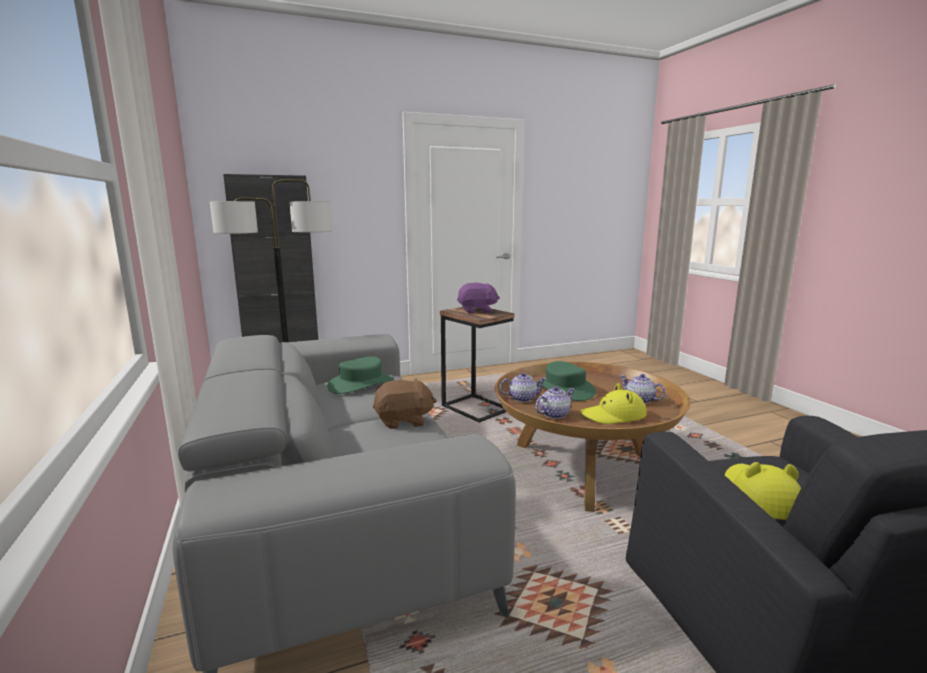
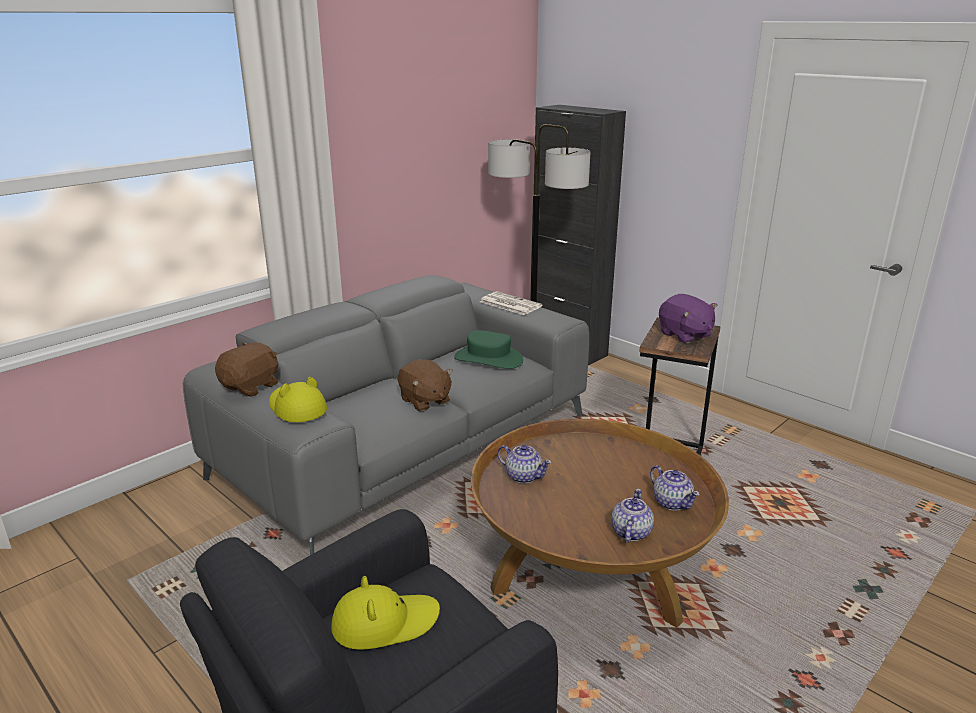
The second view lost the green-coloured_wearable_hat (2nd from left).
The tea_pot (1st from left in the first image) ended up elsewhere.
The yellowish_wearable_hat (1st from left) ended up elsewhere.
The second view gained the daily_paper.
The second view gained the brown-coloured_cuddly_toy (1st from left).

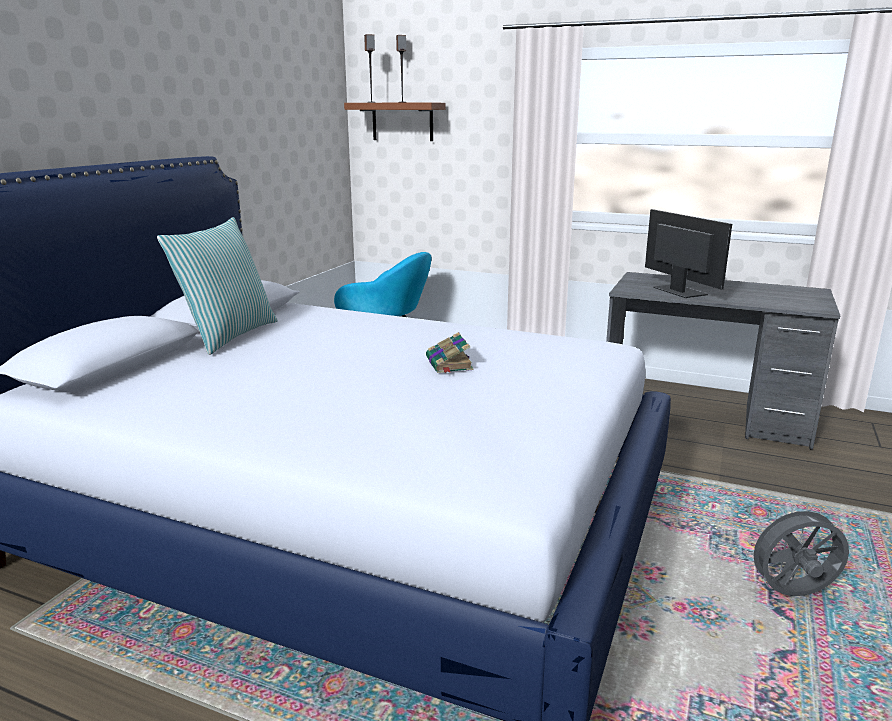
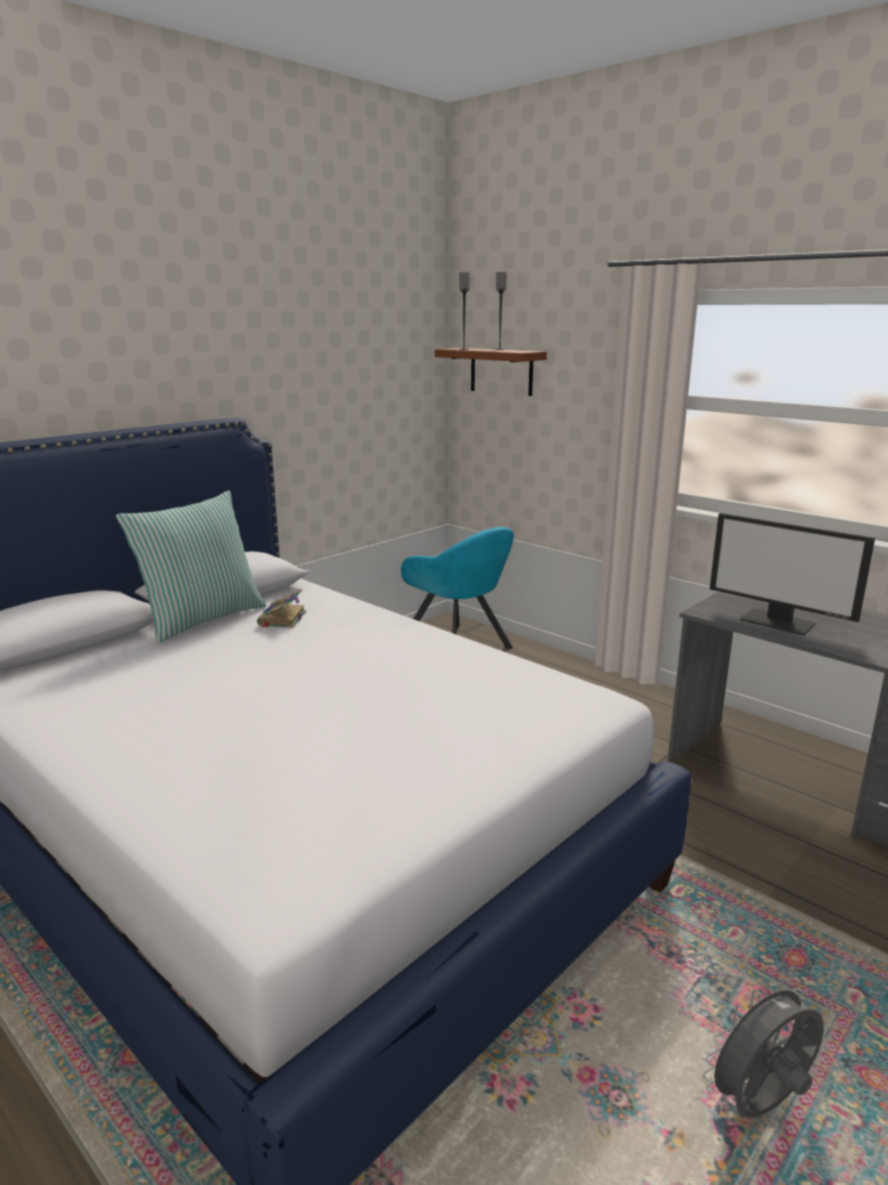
The monitor ended up facing another way, 135 degrees clockwise from before.
The book ended up elsewhere.
The gray_cooling_fan ended up facing another way, 45 degrees counterclockwise from before.

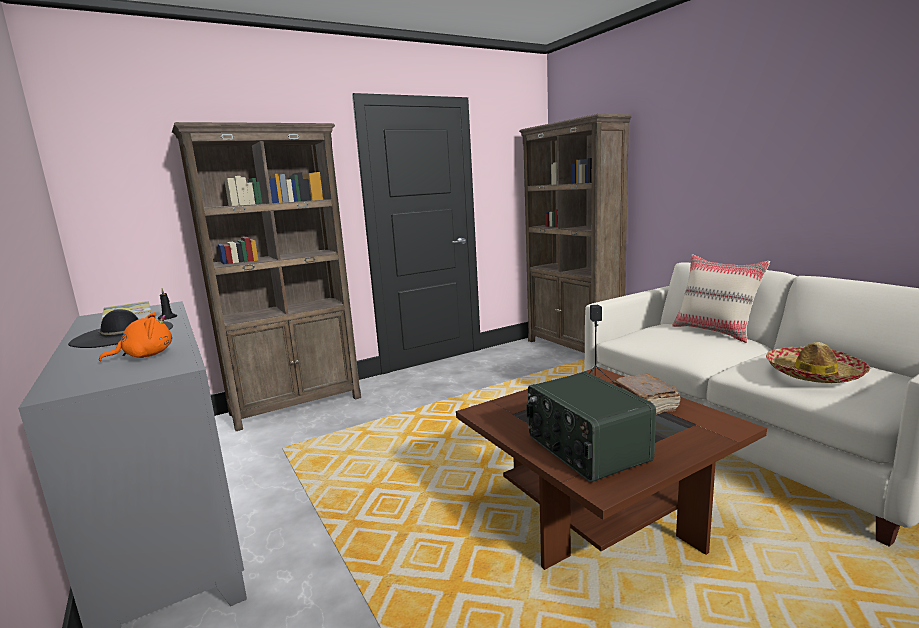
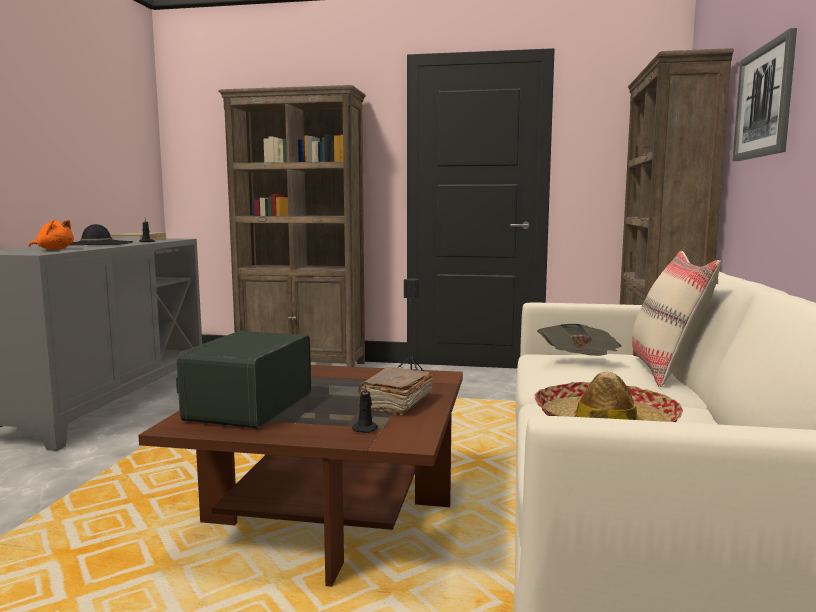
The second view gained the wall_art.
The second view gained the daily_paper.
The second view gained the blackish_wax_light (2nd from left).

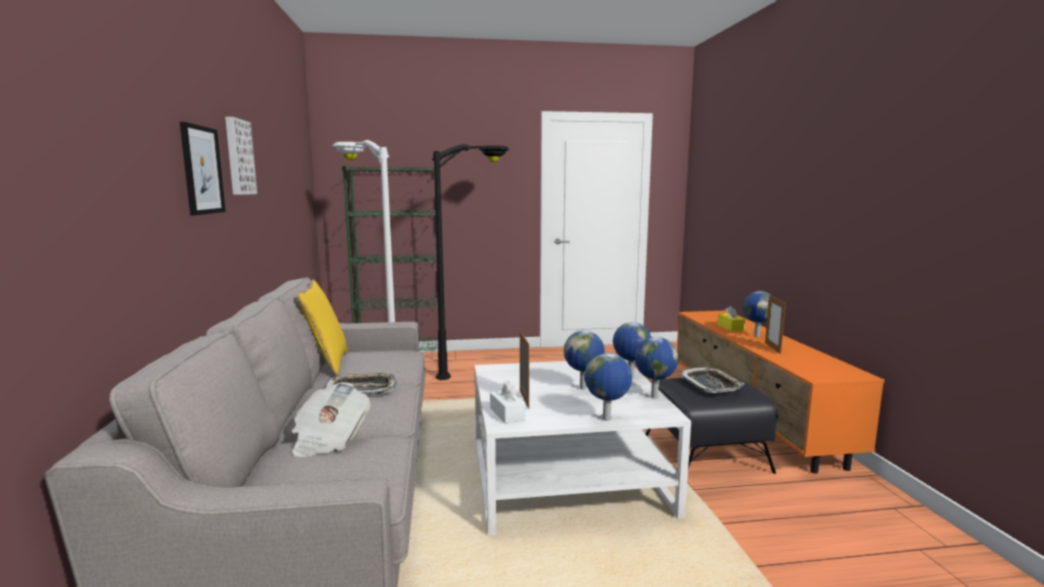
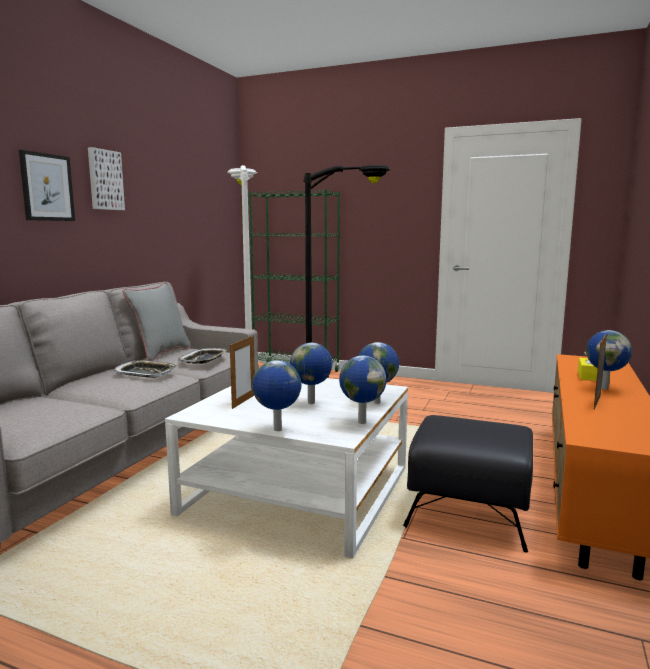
What was the yellowish_throw_pillow turned into the gray_throw_pillow.
The serving_tray (2nd from left) ended up elsewhere.
The second view lost the white-coloured_box_of_tissues.
The second view lost the daily_paper.

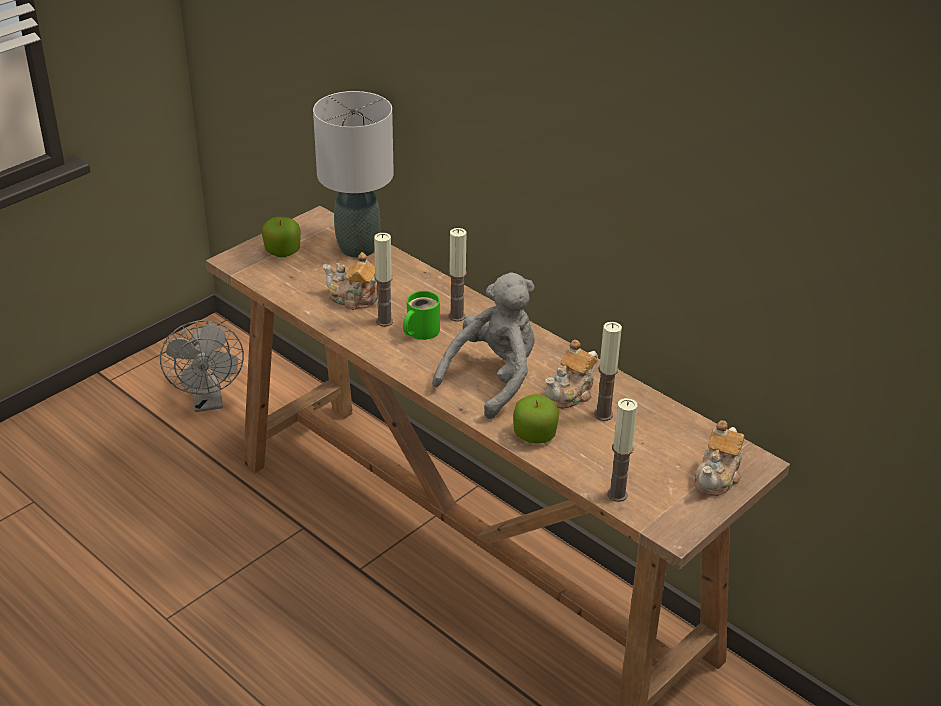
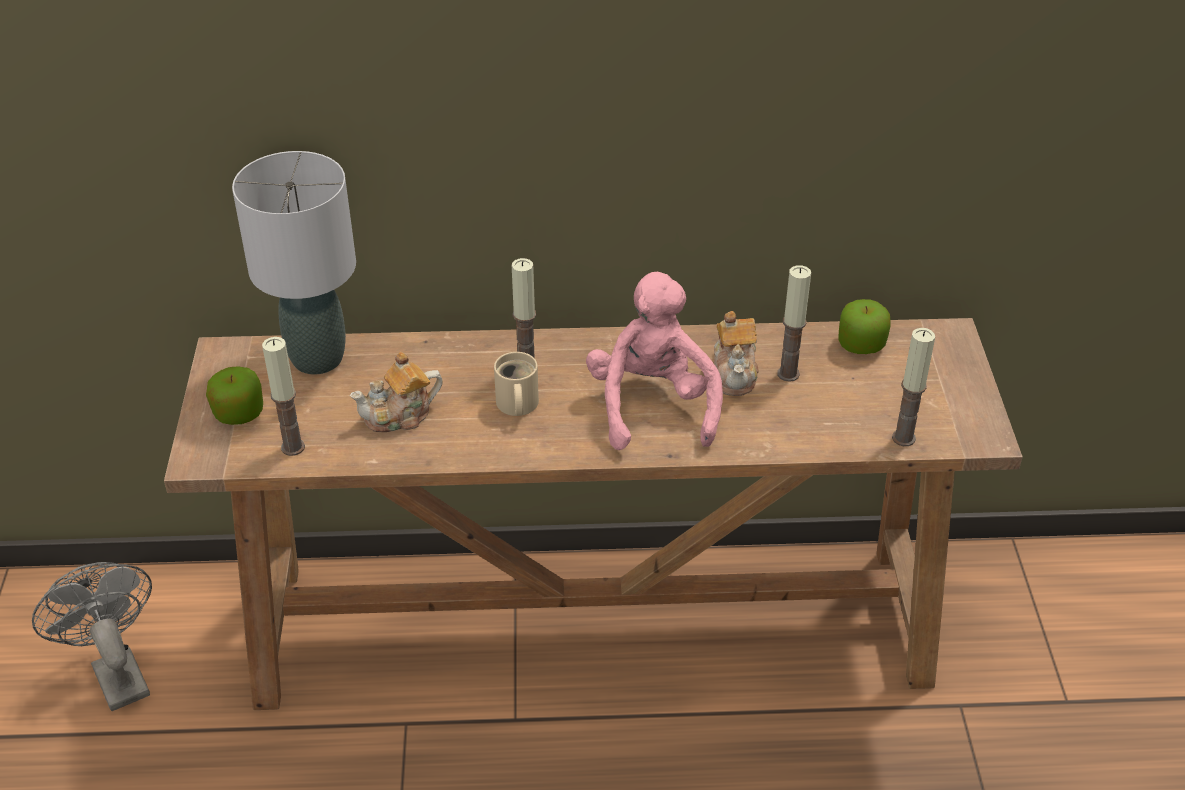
The wax_light (1st from left) ended up elsewhere.
What was the gray_cuddly_toy turned into the pink_cuddly_toy.
What was the green-coloured_mug turned into the beige_mug.
The gray_cooling_fan ended up facing another way, 150 degrees counterclockwise from before.
The apple (2nd from left) ended up elsewhere.
The second view lost the tea_pot (3rd from left).

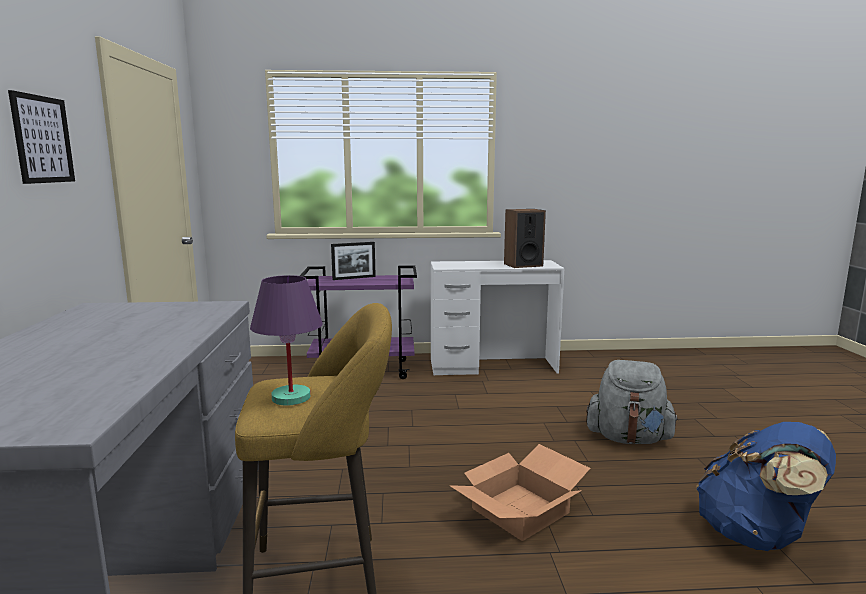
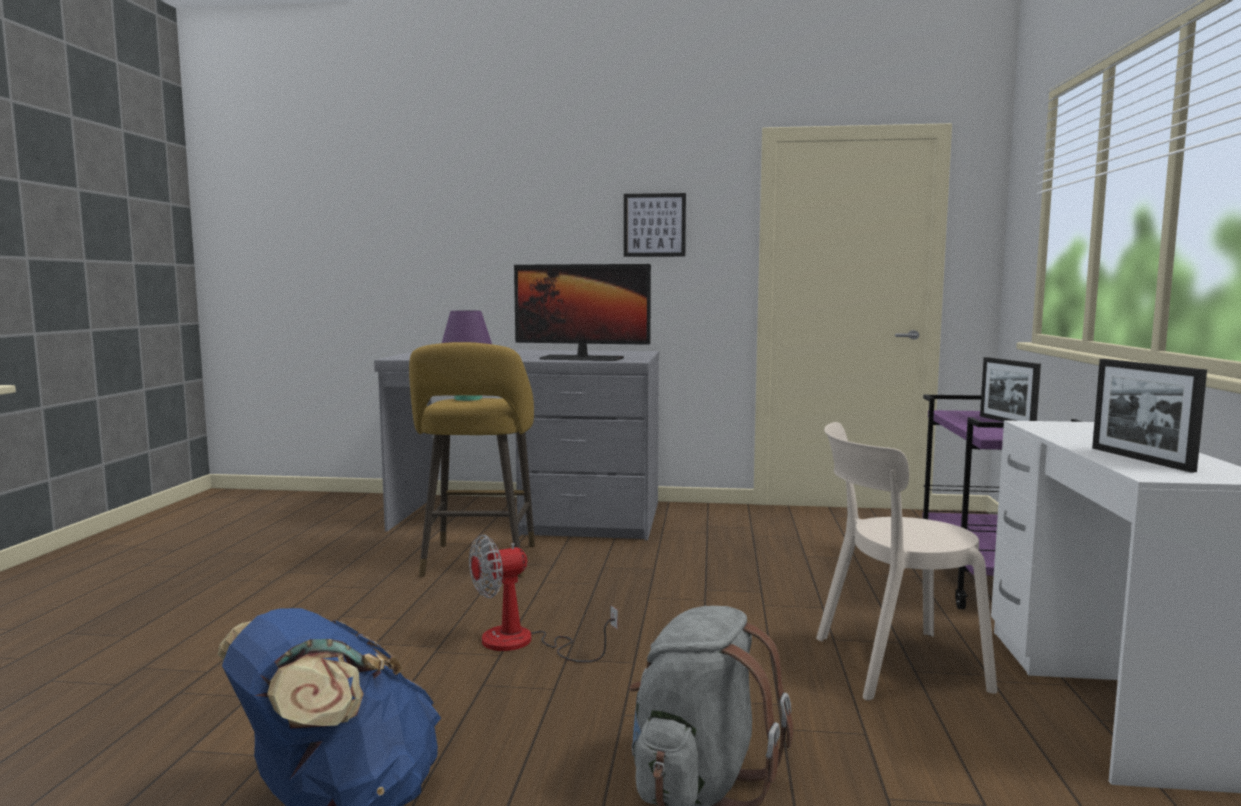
Where the speaker stood, the picture_frame (2nd from left) came to stand.
Where the packing_box stood, the cooling_fan came to stand.
The second view gained the monitor.
The second view gained the beige_upright_chair.

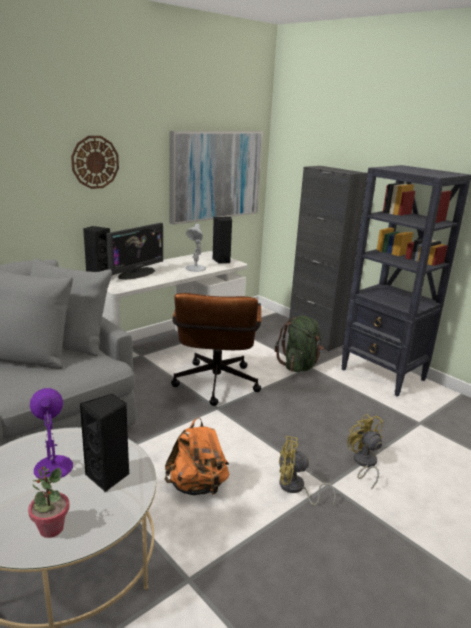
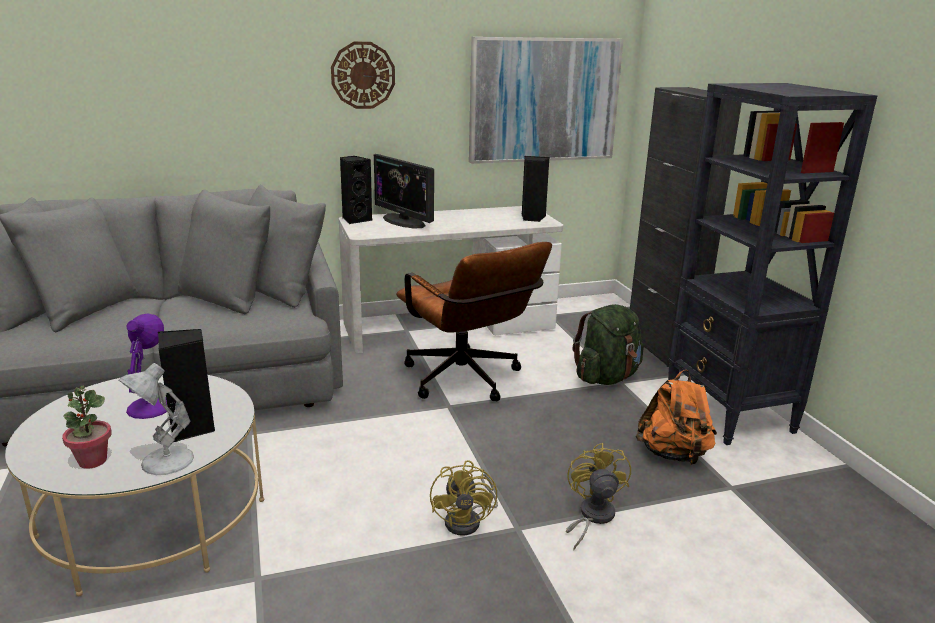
The monitor ended up facing another way, 75 degrees clockwise from before.
The white-coloured_table_lamp ended up elsewhere.
The brown-coloured_desk_chair ended up facing another way, 60 degrees counterclockwise from before.
The orange_knapsack ended up elsewhere.
The yellowish_cooling_fan (1st from left) ended up facing another way, 120 degrees counterclockwise from before.

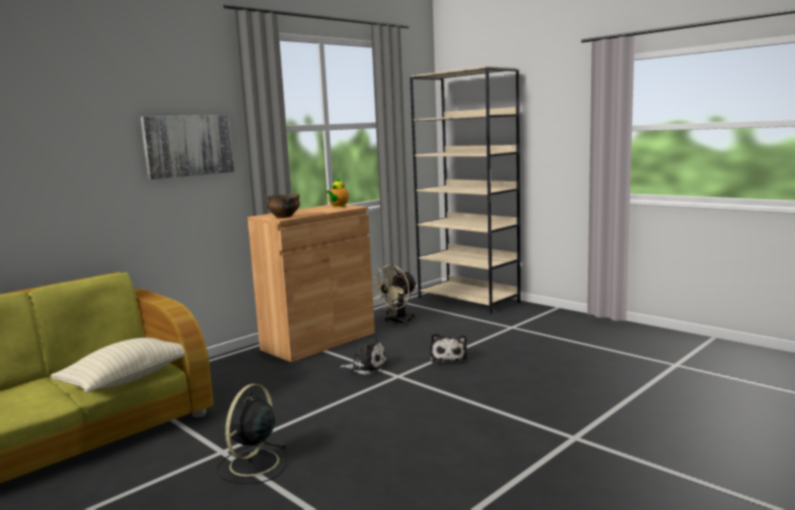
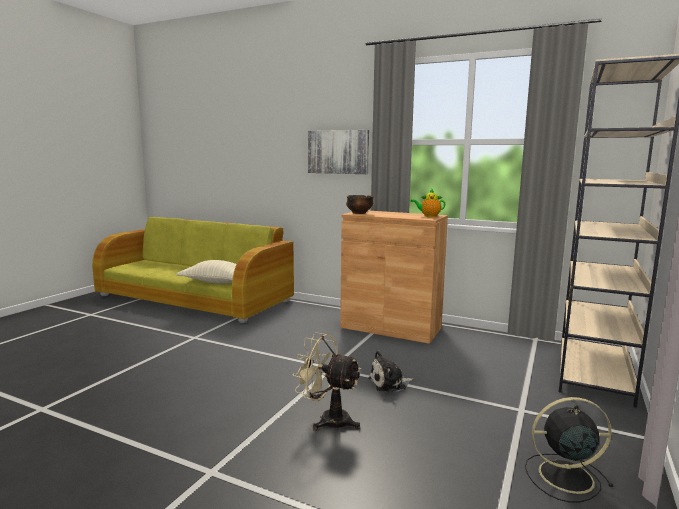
The beige_cooling_fan ended up elsewhere.
The second view lost the cuddly_toy (1st from left).
The blackish_cooling_fan ended up elsewhere.

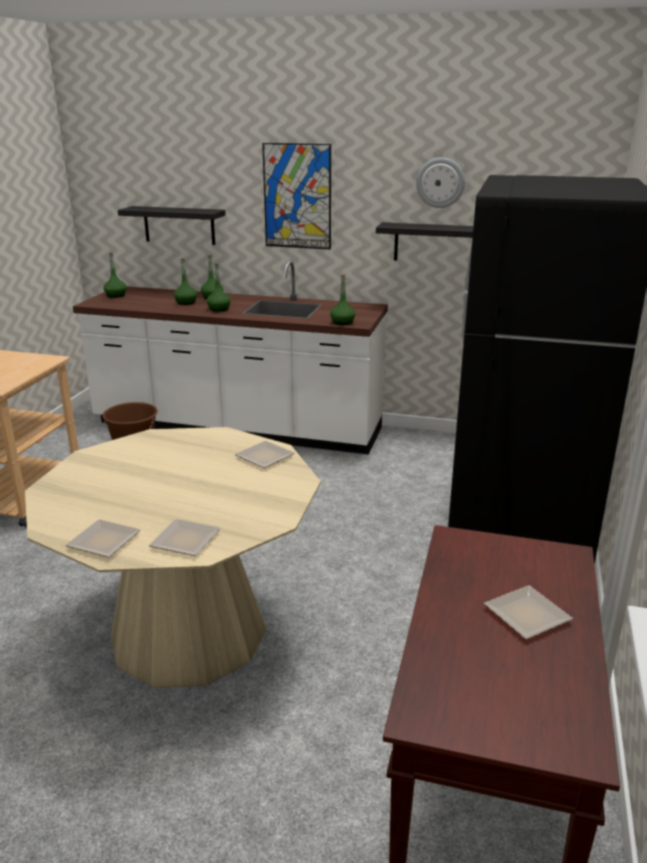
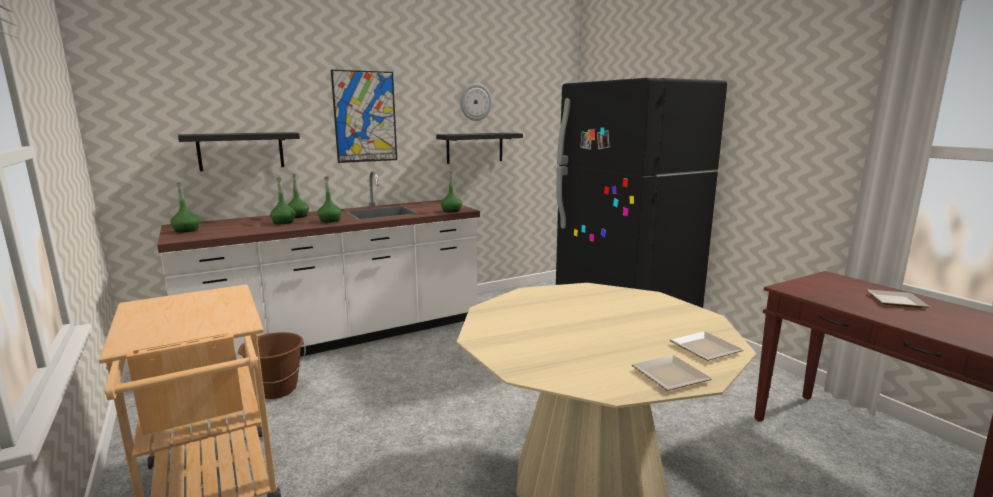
The second view lost the dinner_plate (3rd from left).

